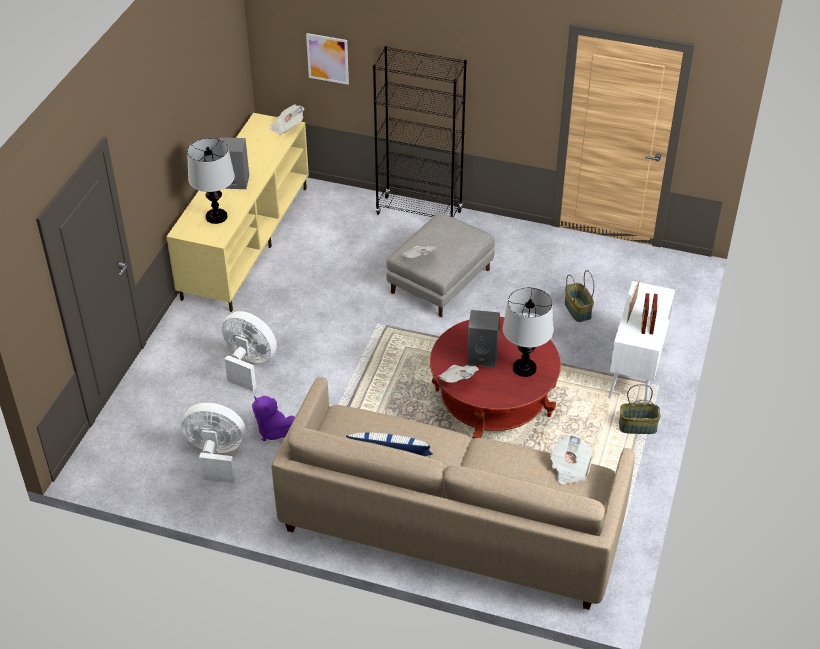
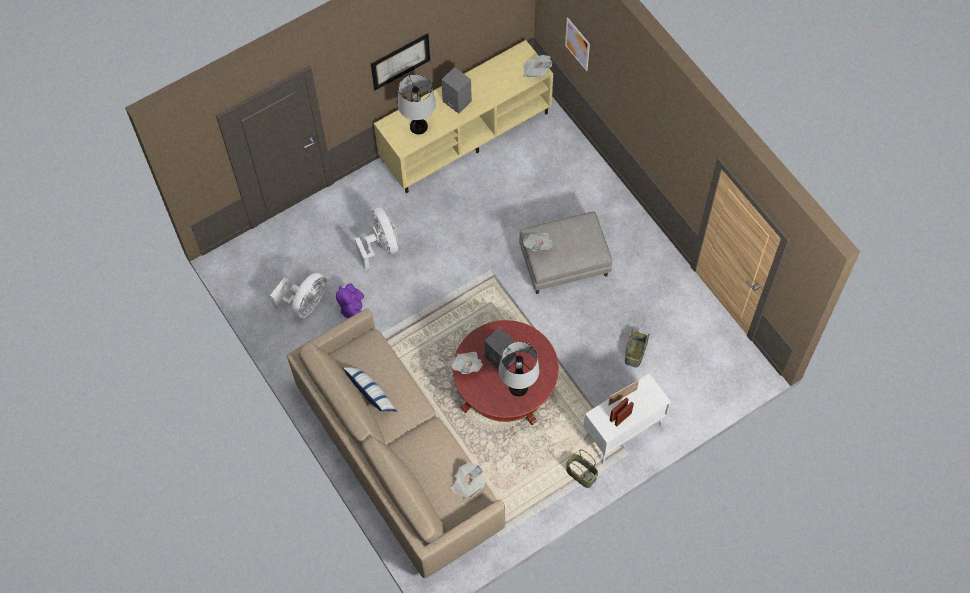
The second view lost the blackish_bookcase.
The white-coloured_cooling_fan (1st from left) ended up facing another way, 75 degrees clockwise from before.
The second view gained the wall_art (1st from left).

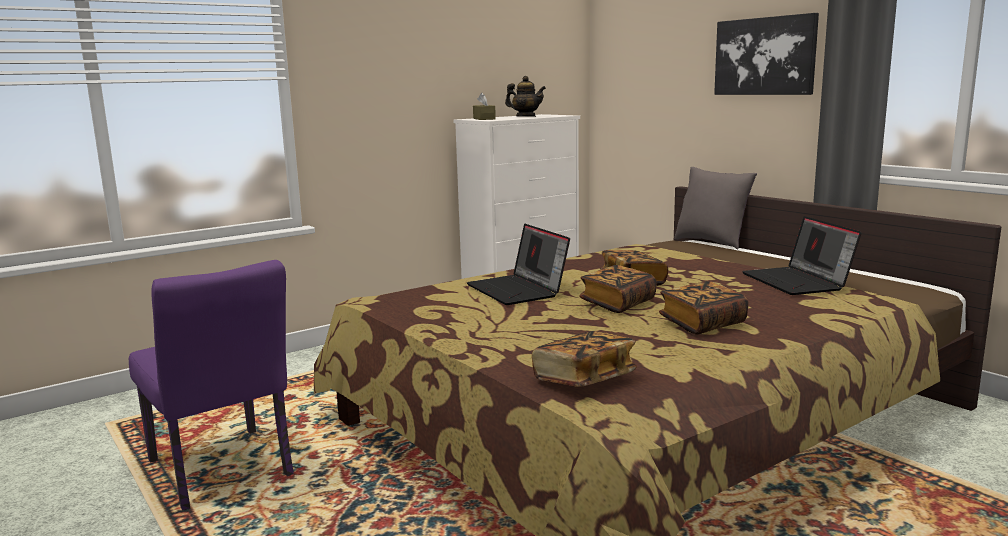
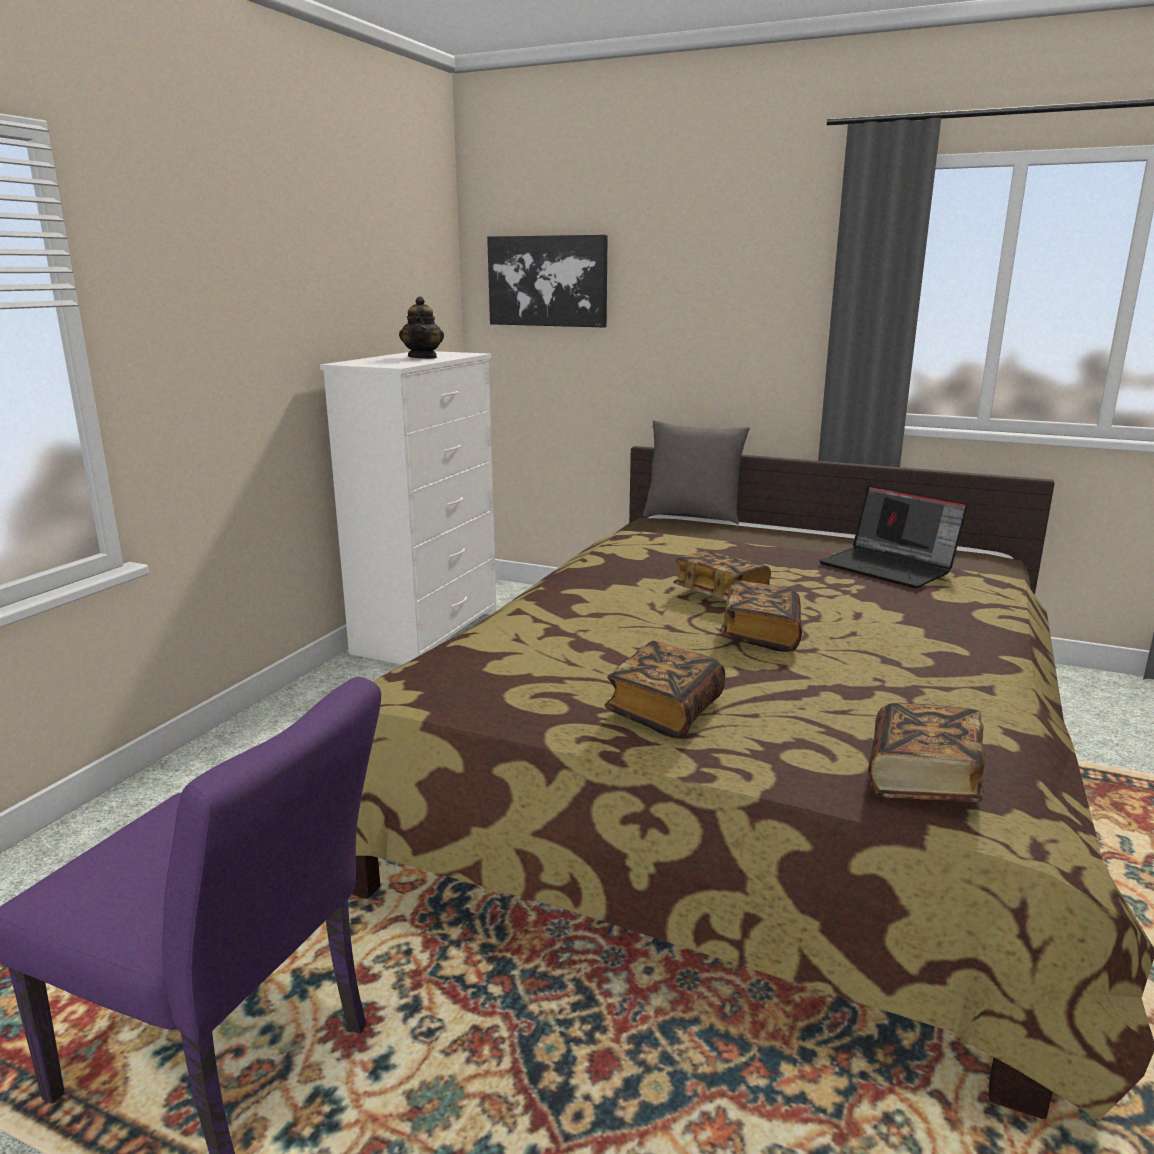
The wall_art ended up elsewhere.
The tea_pot ended up facing another way, 90 degrees clockwise from before.
The second view lost the brown-coloured_box_of_tissues.
The second view lost the laptop (1st from left).
The book (4th from left in the first image) ended up elsewhere.

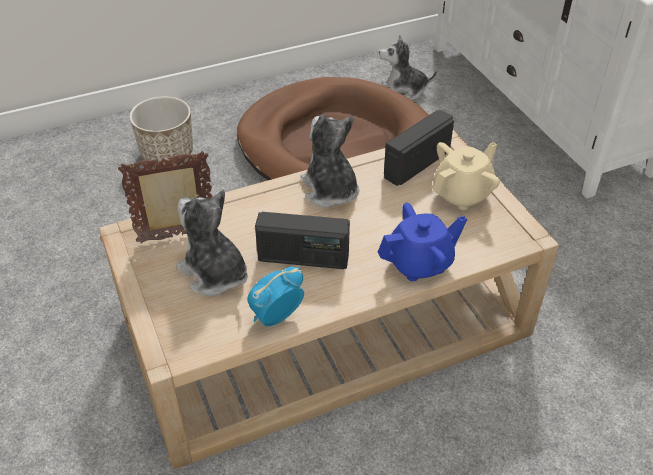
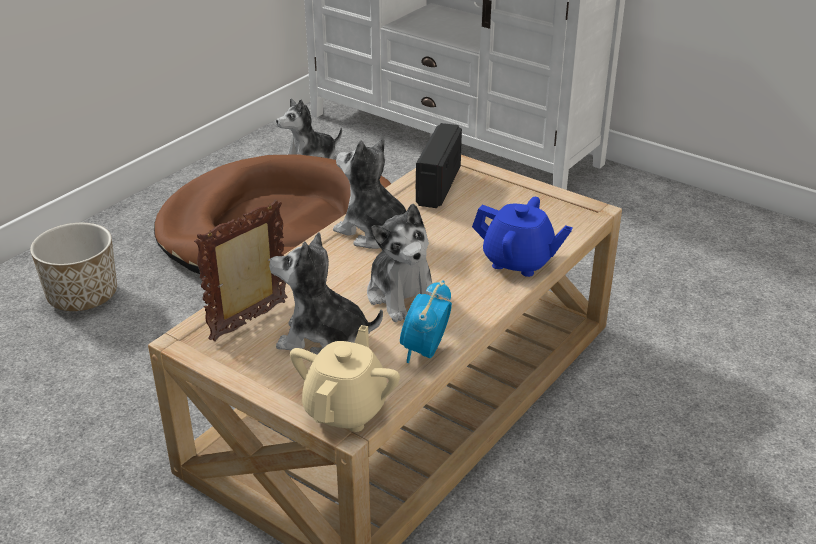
The beige_tea_pot ended up elsewhere.
The blue-coloured_tea_pot ended up facing another way, 75 degrees clockwise from before.
Where the radio_receiver (1st from left) stood, the cuddly_toy (4th from left) came to stand.

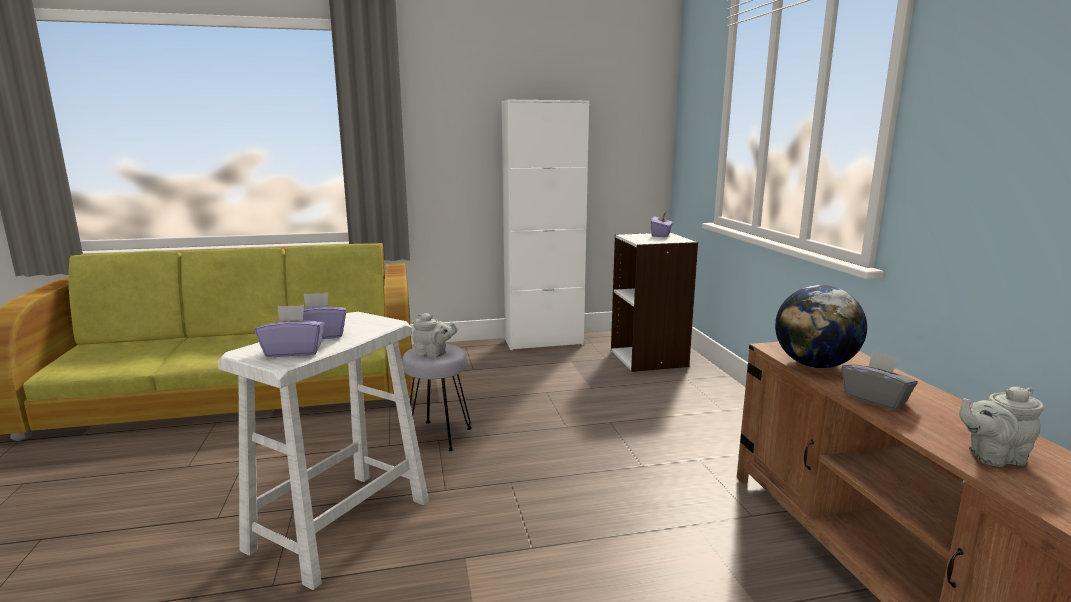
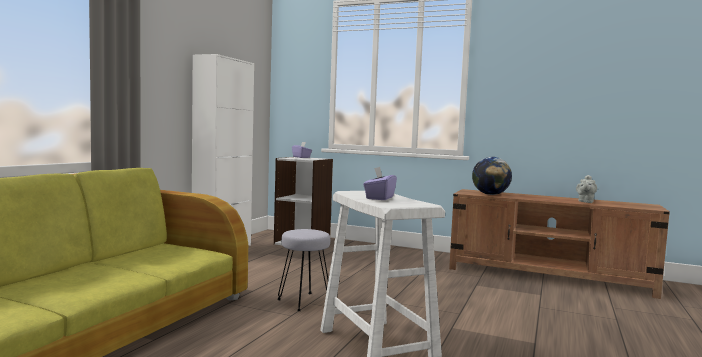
The second view lost the purple_box_of_tissues (1st from left).
The second view lost the gray_tea_pot (1st from left).
The second view lost the gray_box_of_tissues.

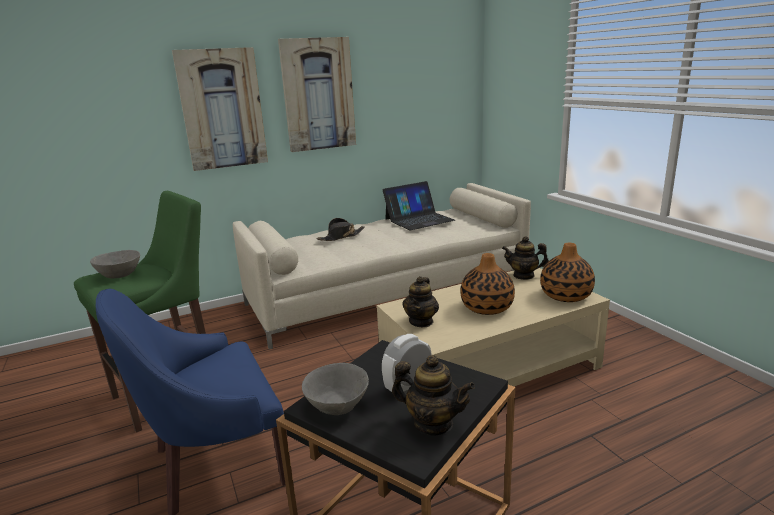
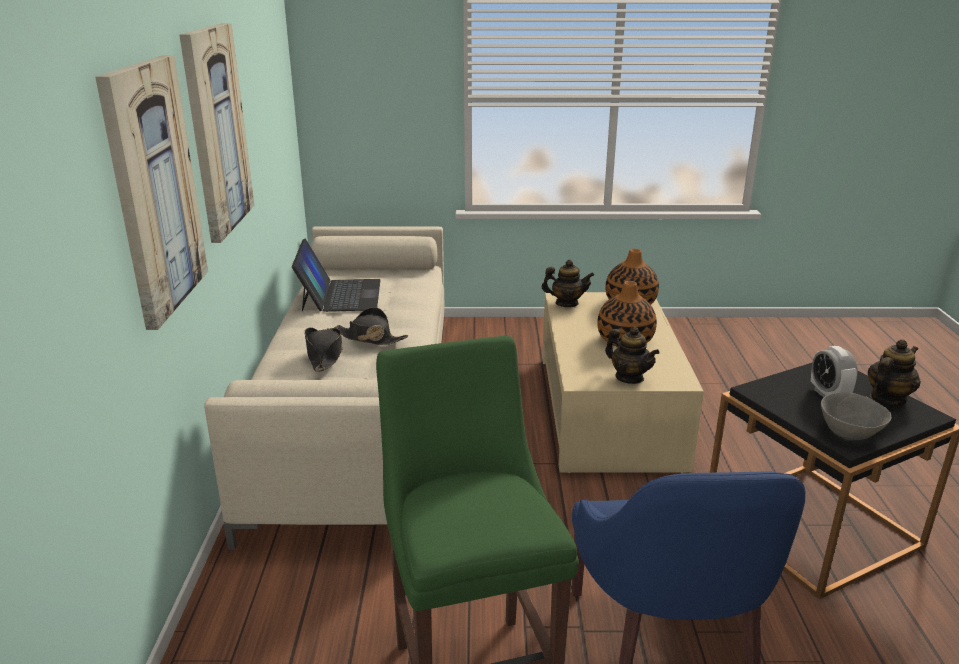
The tea_pot (3rd from left in the first image) ended up facing another way, 120 degrees counterclockwise from before.
The second view lost the gray_bowl (1st from left).
The second view gained the blackish_wearable_hat (2nd from left).

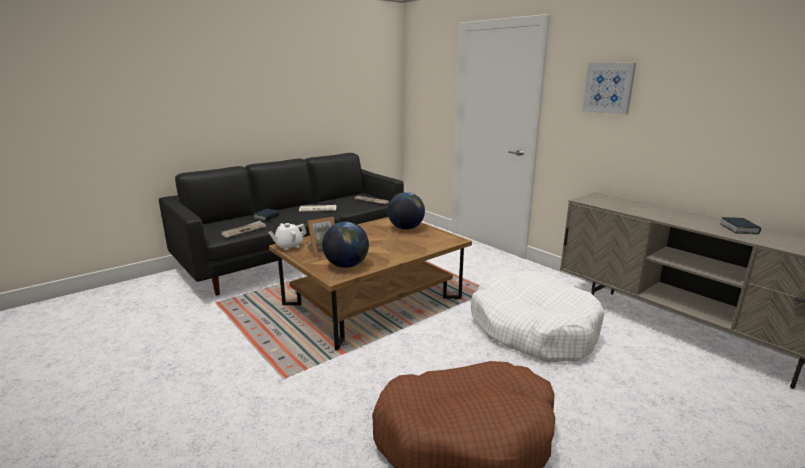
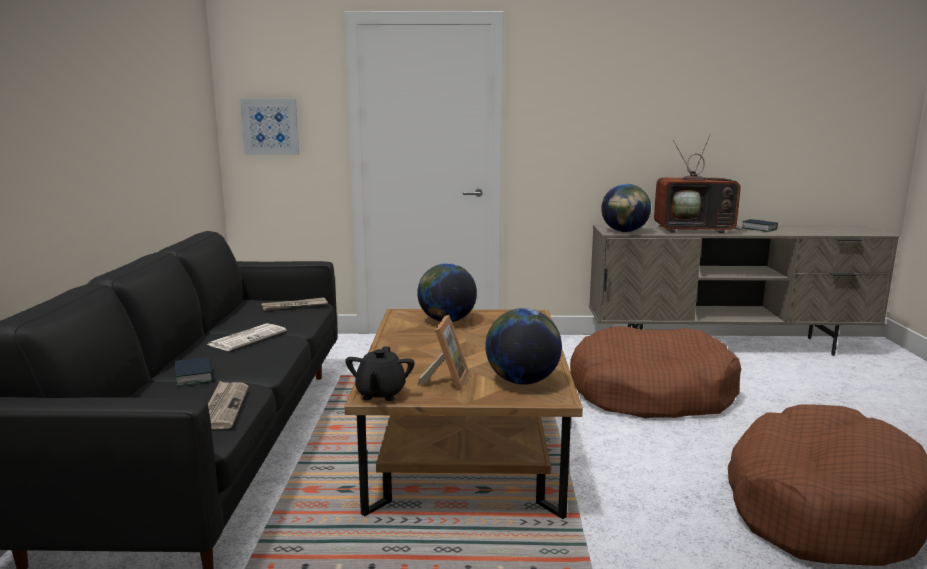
The wall_art ended up elsewhere.
What was the white-coloured_tea_pot turned into the blackish_tea_pot.
What was the white-coloured_dog_cushion turned into the brown-coloured_dog_cushion (1st from left).
The second view gained the TV_set.
The second view gained the globe (3rd from left).

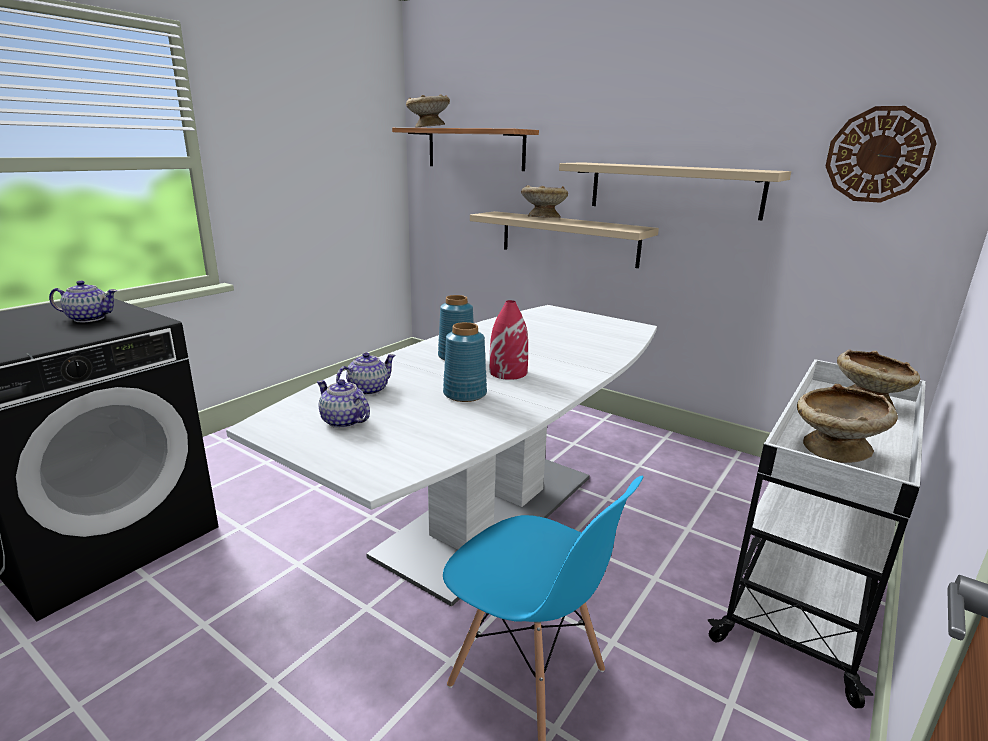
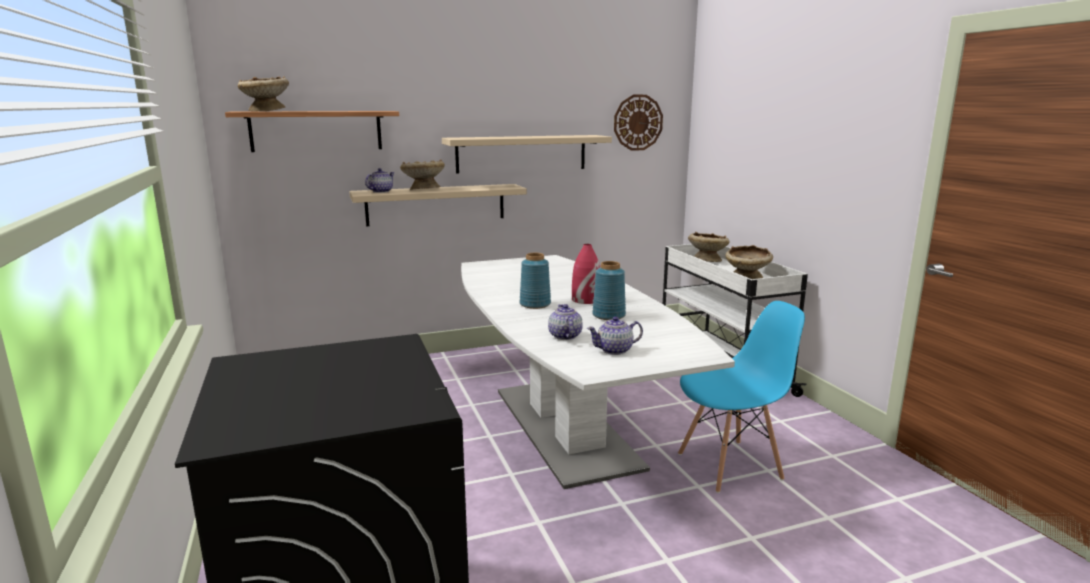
The tea_pot (1st from left) ended up elsewhere.

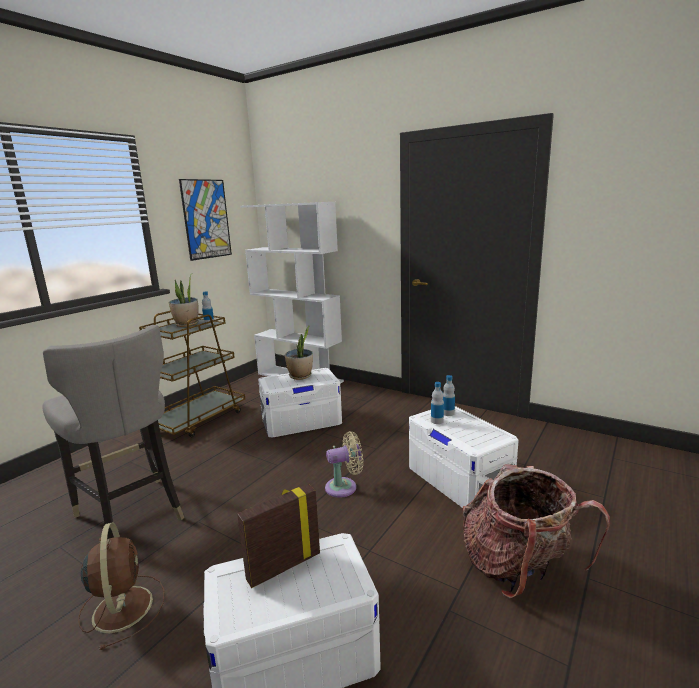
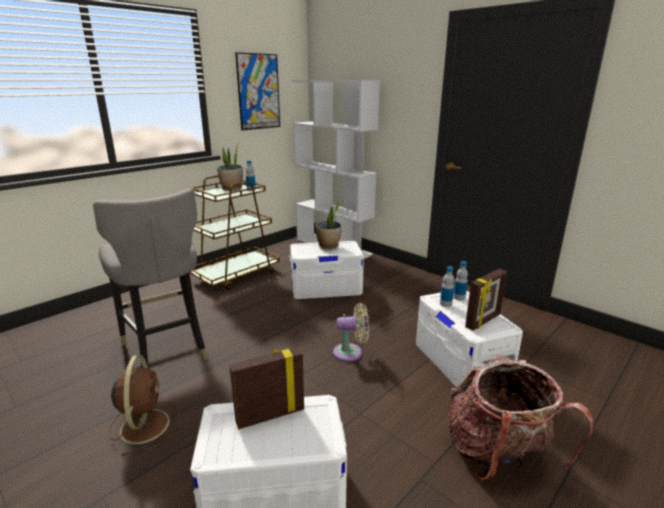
The second view gained the picture_frame (2nd from left).

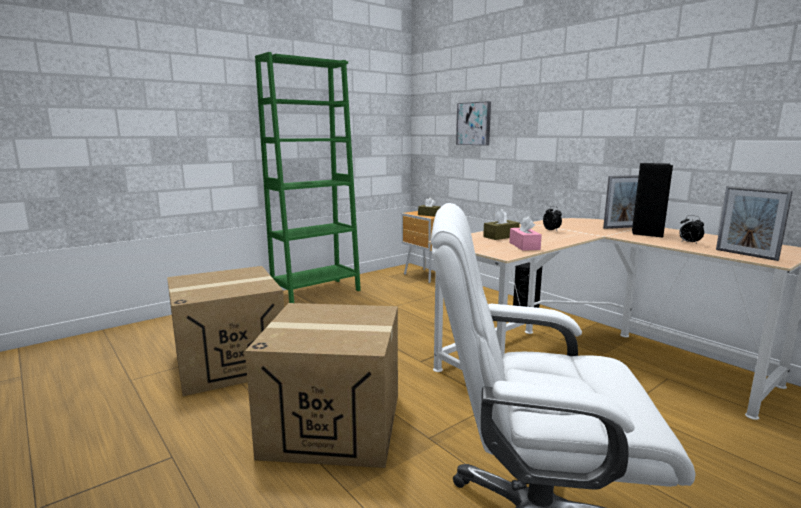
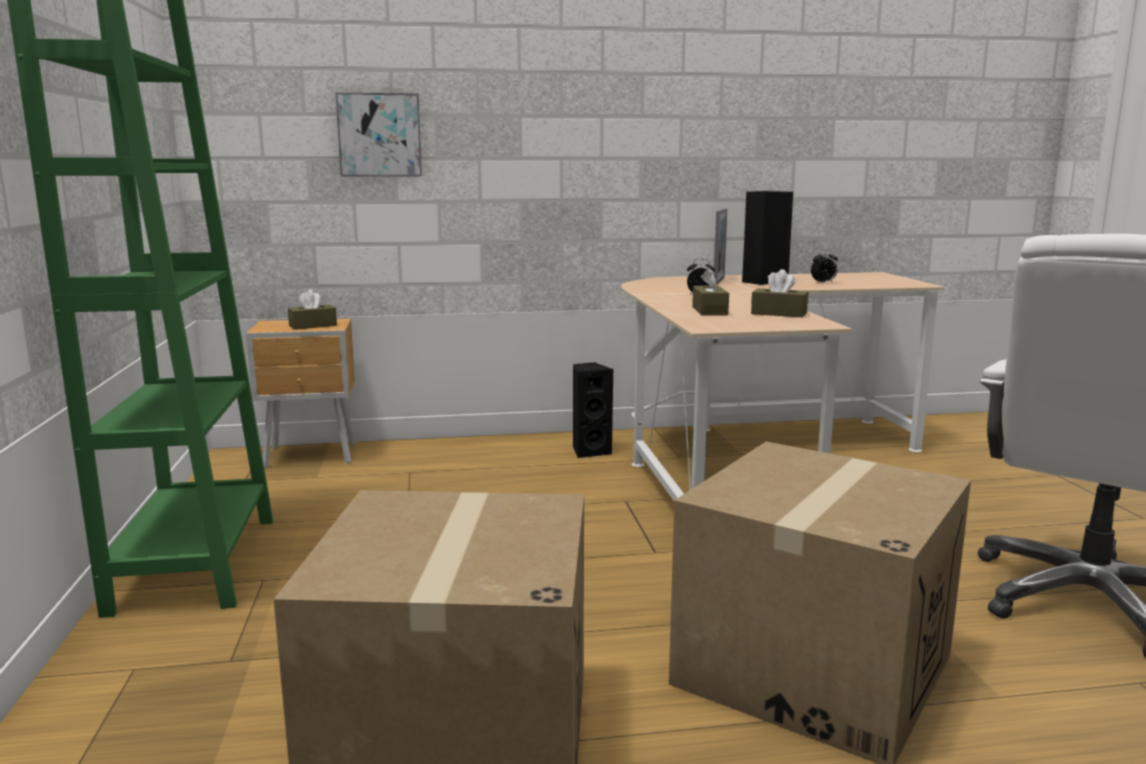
The second view lost the picture_frame (2nd from left).
What was the pink_box_of_tissues turned into the brown-coloured_box_of_tissues (3rd from left).

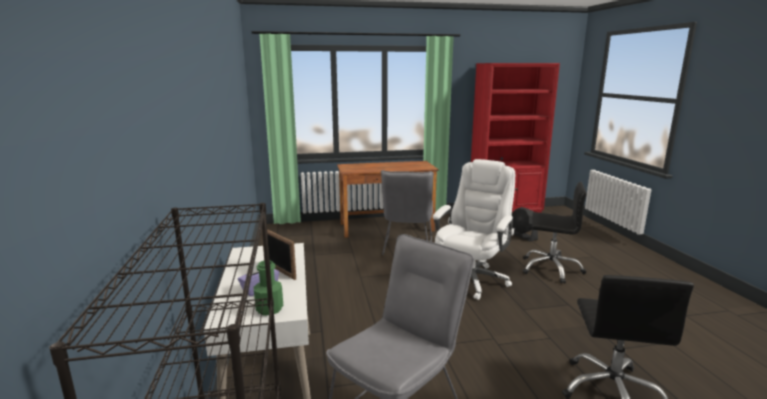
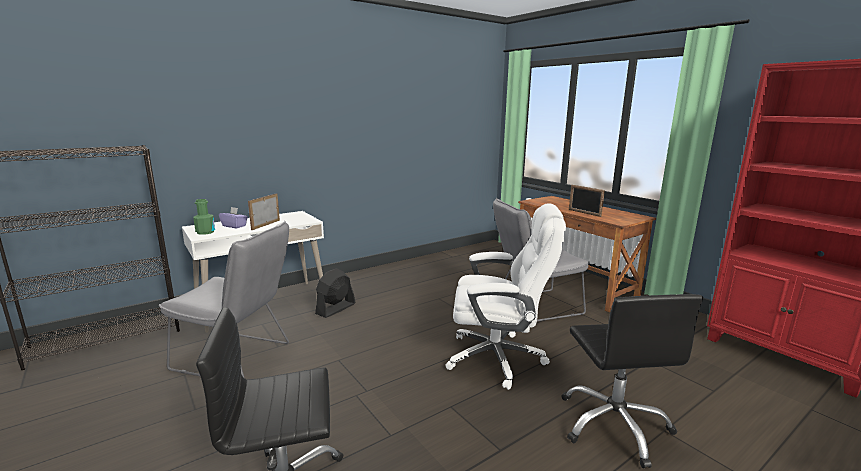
The blackish_cooling_fan ended up elsewhere.
The second view gained the picture_frame (2nd from left).

